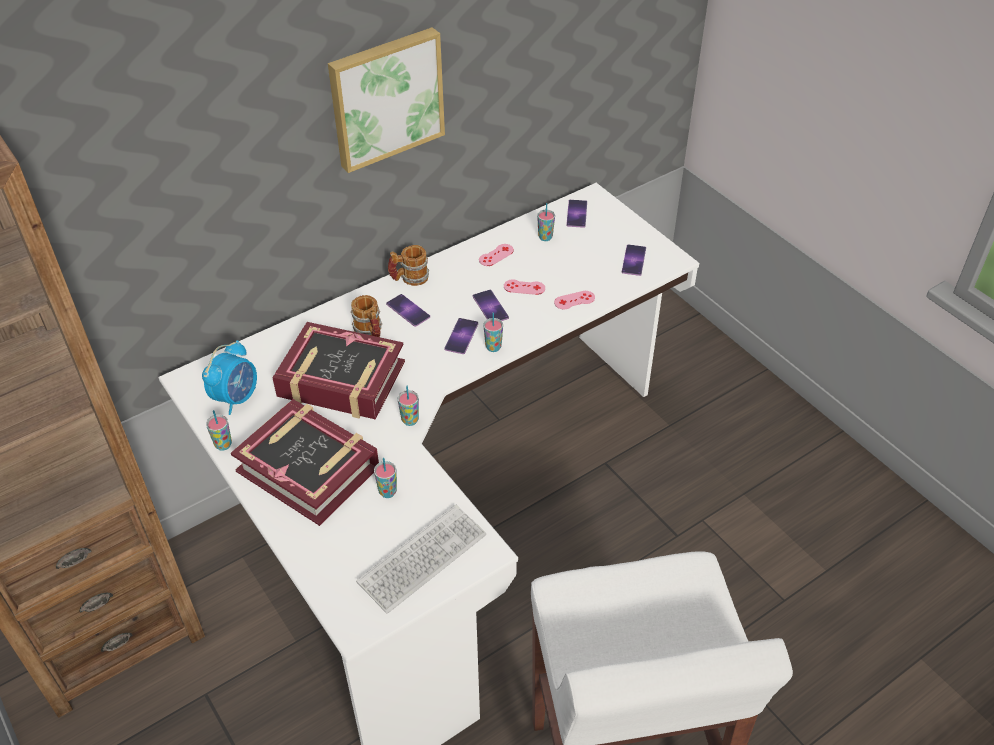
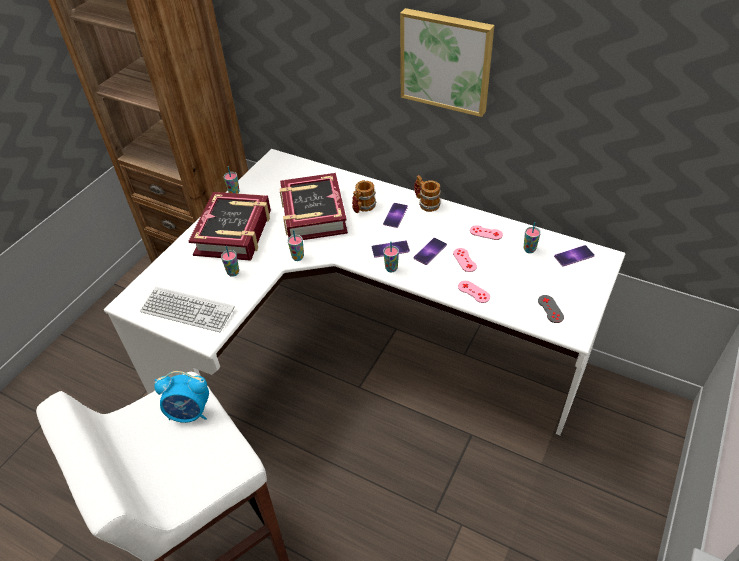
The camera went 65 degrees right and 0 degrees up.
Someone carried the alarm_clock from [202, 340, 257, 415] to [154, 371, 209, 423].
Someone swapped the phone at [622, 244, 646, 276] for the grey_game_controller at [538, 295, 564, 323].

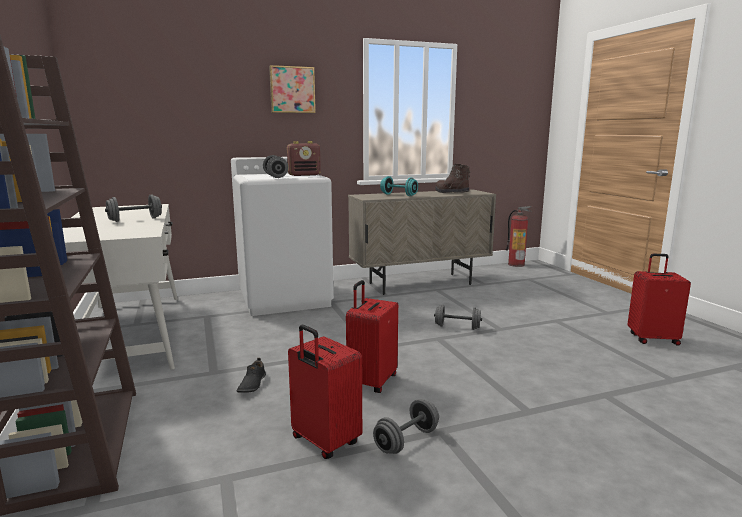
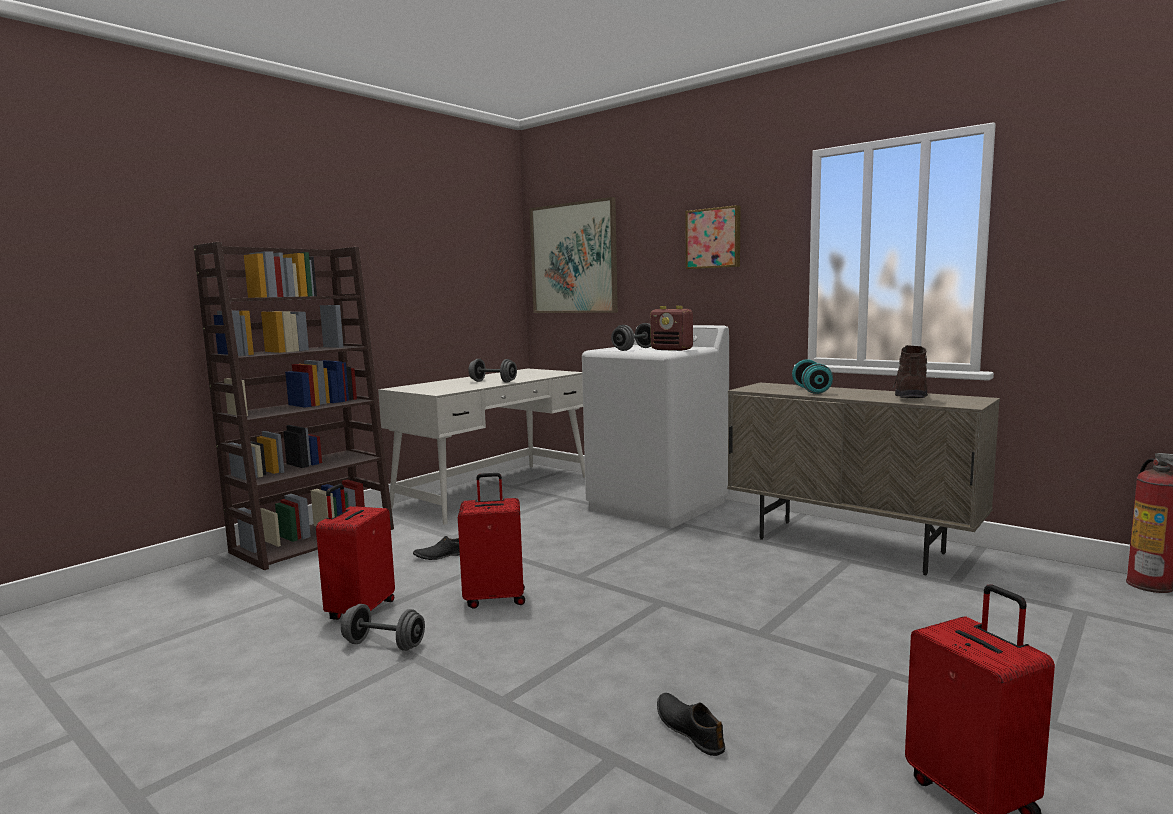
The camera went 60 degrees right and 5 degrees down.
Someone took away the grey_dumbbell at [434, 305, 482, 330].
Someone put up the picture at [529, 197, 618, 313].
Someone put down the black_shoe at [657, 693, 725, 756].

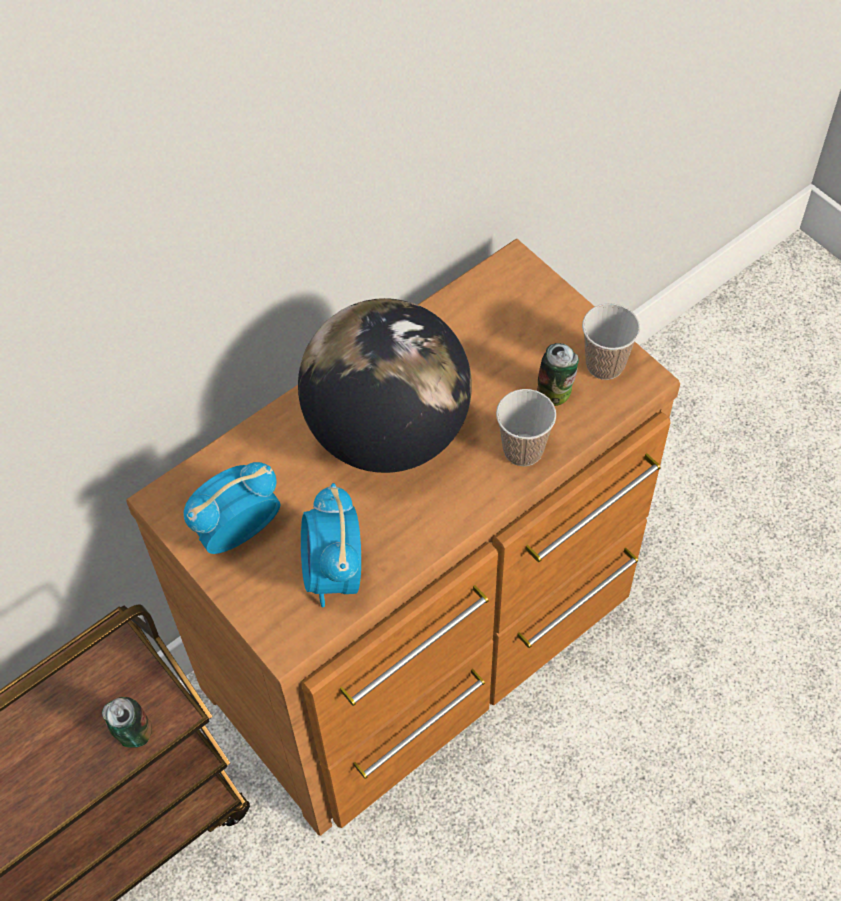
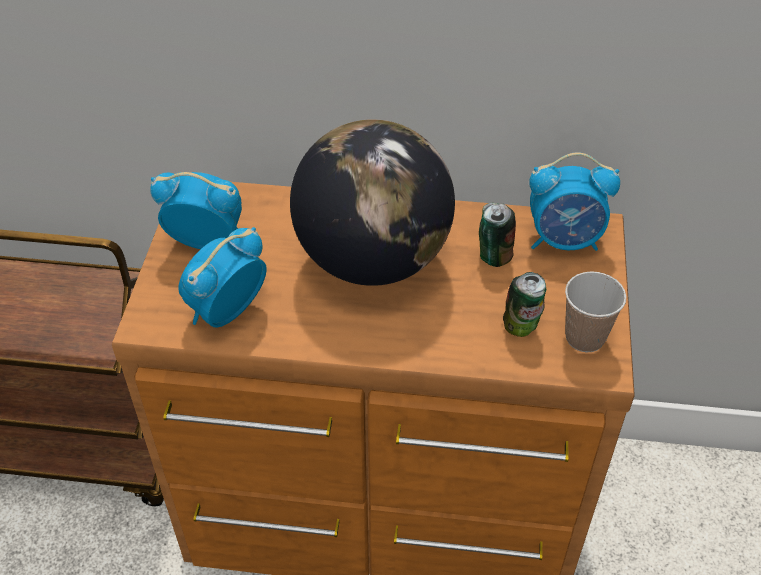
The camera went 45 degrees right and 10 degrees down.
Someone carried the can from [102, 697, 152, 747] to [479, 203, 516, 267].
Someone took away the cup at [496, 389, 556, 467].
Someone put down the alarm_clock at [529, 152, 620, 251].

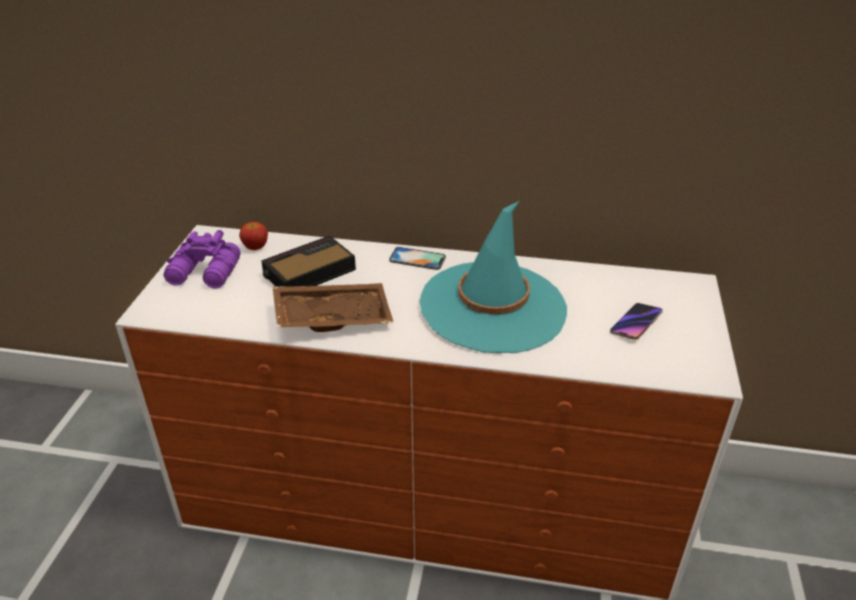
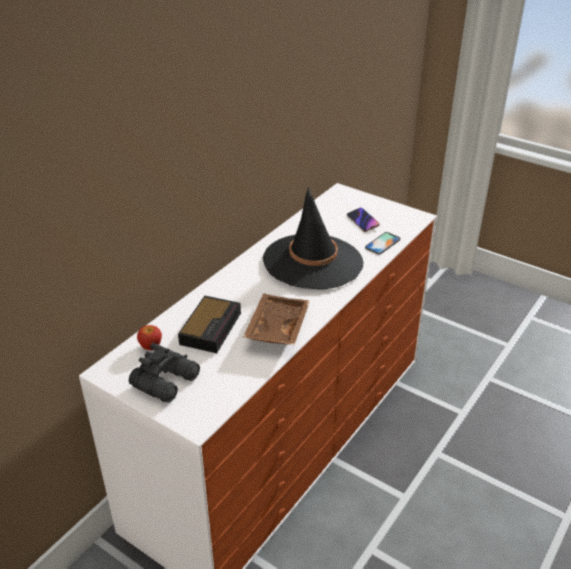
The camera went 65 degrees left and 0 degrees up.
Someone repainted the purple_binoculars at [164, 230, 241, 289], which became the black_binoculars at [129, 343, 200, 403].
Someone rotated the alarm_clock at [261, 236, 356, 286] by 150 degrees counterclockwise.
Someone carried the phone from [389, 247, 446, 270] to [365, 232, 401, 255].
Someone repainted the turquoise_hat at [419, 201, 567, 353], which became the black_hat at [263, 186, 364, 289].

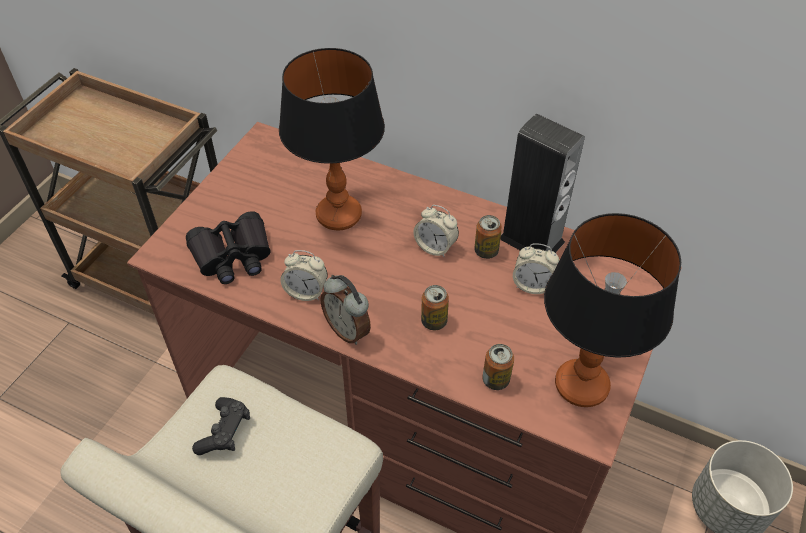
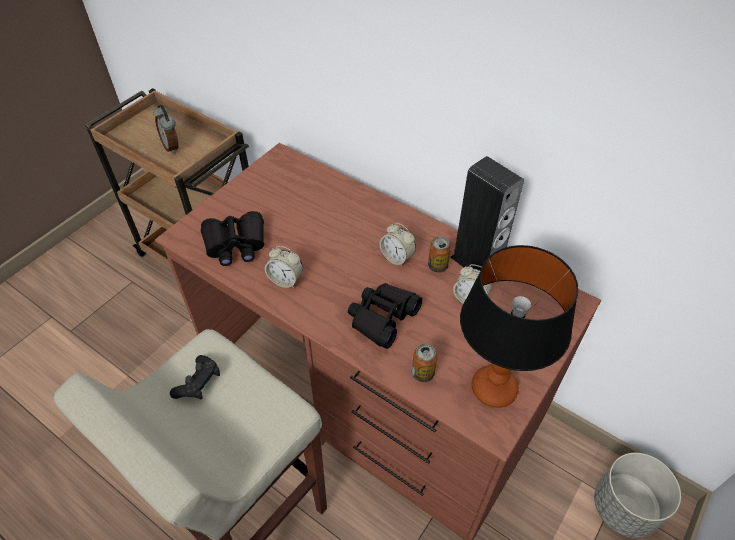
The camera went 10 degrees right and 0 degrees up.
Someone took away the table_lamp at [279, 48, 385, 231].
Someone carried the alarm_clock from [320, 275, 371, 345] to [153, 105, 179, 154].
Someone swapped the can at [421, 285, 449, 330] for the black_binoculars at [348, 283, 422, 349].

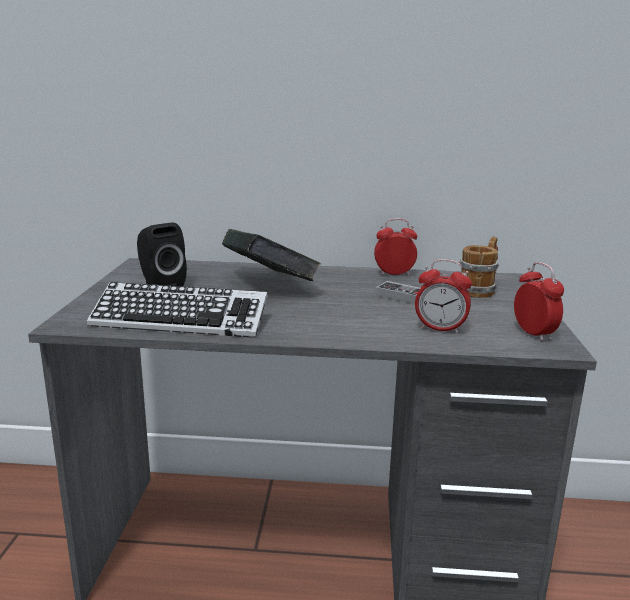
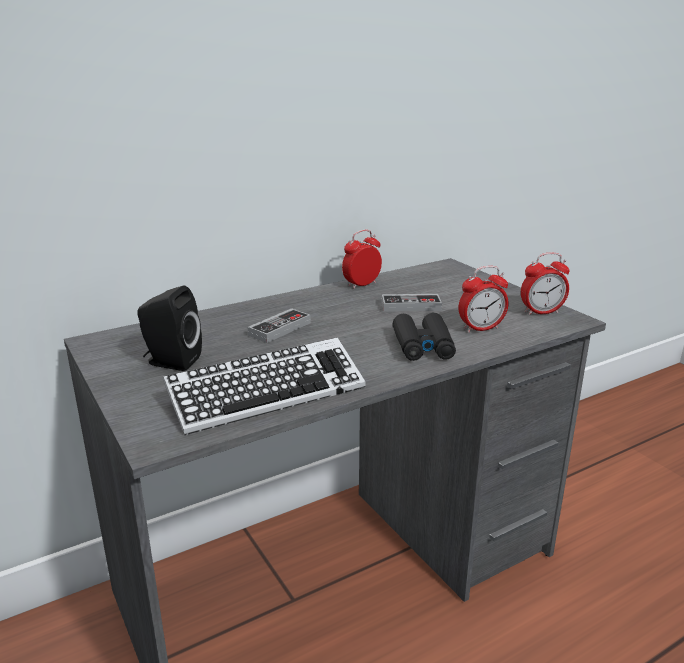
The camera went 35 degrees left and 5 degrees up.
Someone swapped the book at [222, 229, 321, 281] for the game_controller at [248, 308, 311, 343].
Someone took away the mug at [459, 237, 499, 298].
Someone rotated the alarm_clock at [514, 262, 564, 341] by 135 degrees clockwise.
Someone put down the black_binoculars at [393, 313, 456, 361].

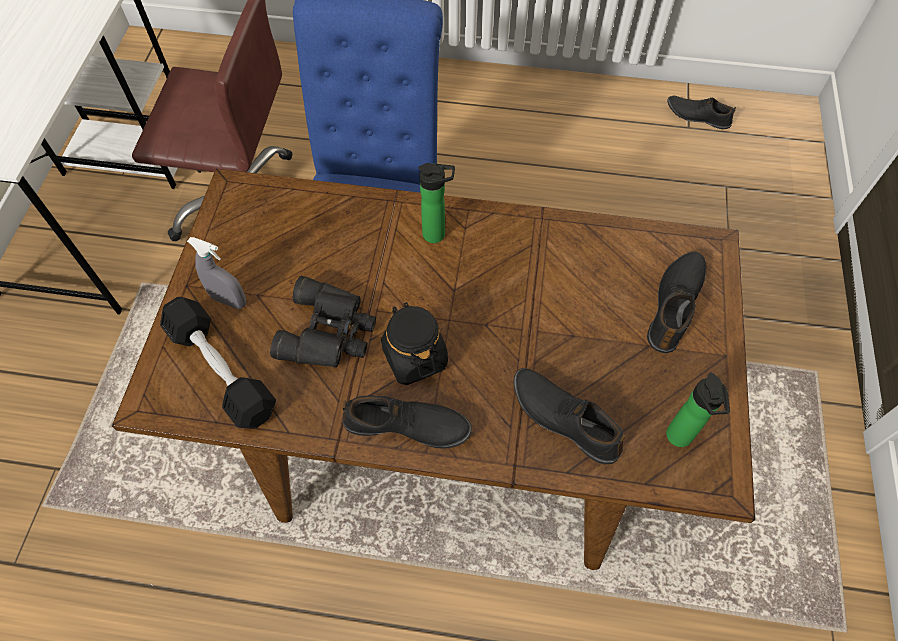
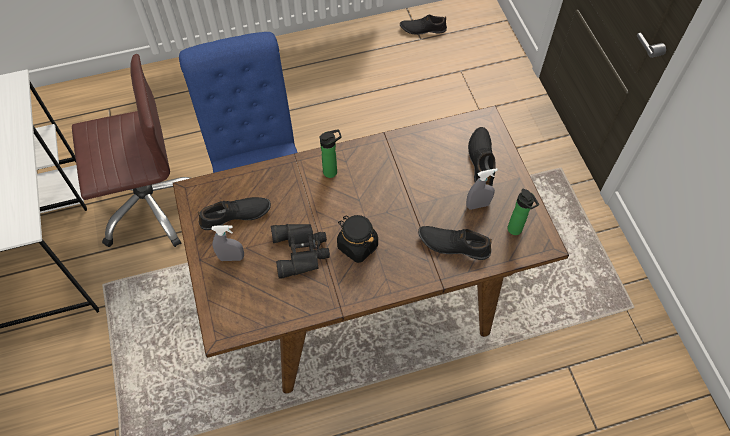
The camera went 25 degrees left and 0 degrees up.
Someone took away the black_dumbbell at [160, 297, 276, 429].
Someone carried the black_shoe from [342, 396, 472, 449] to [198, 197, 271, 230].
Someone put down the grey_spray_bottle at [466, 168, 498, 210].

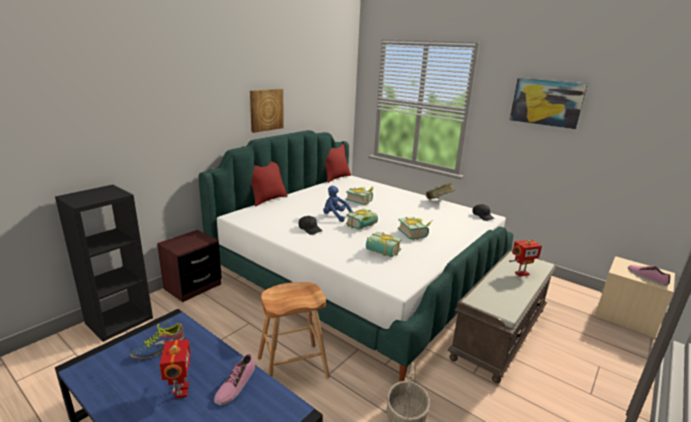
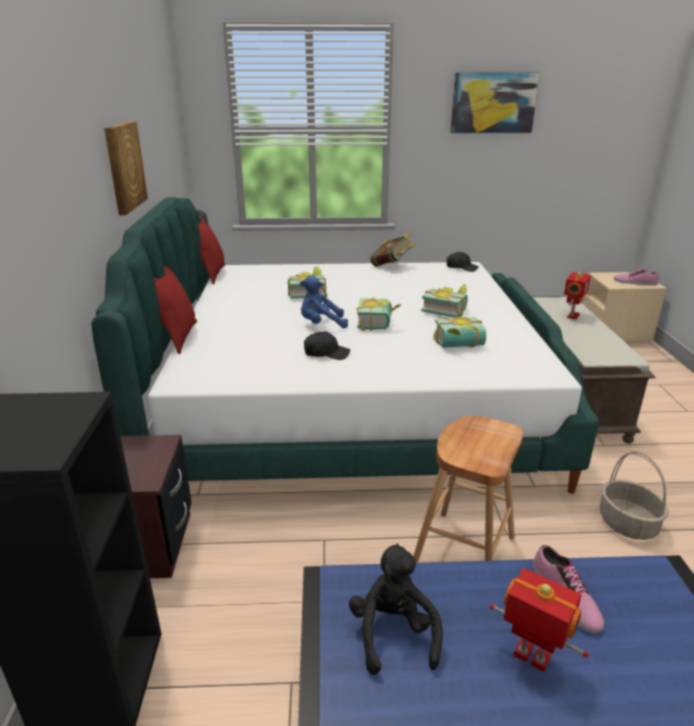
The camera went 40 degrees left and 5 degrees up.
Someone swapped the shoe at [130, 320, 184, 359] for the black_plush_toy at [349, 544, 443, 675].

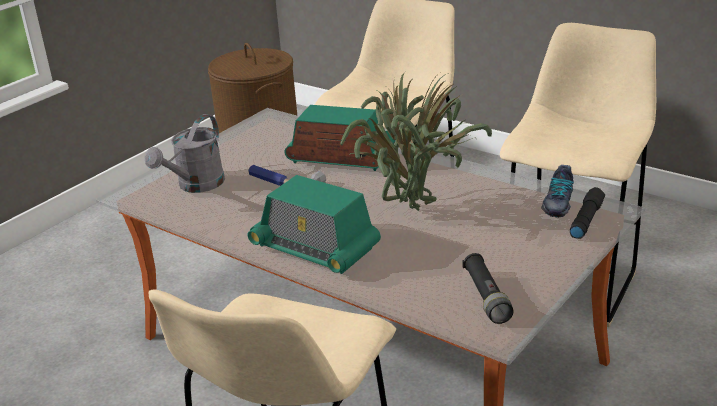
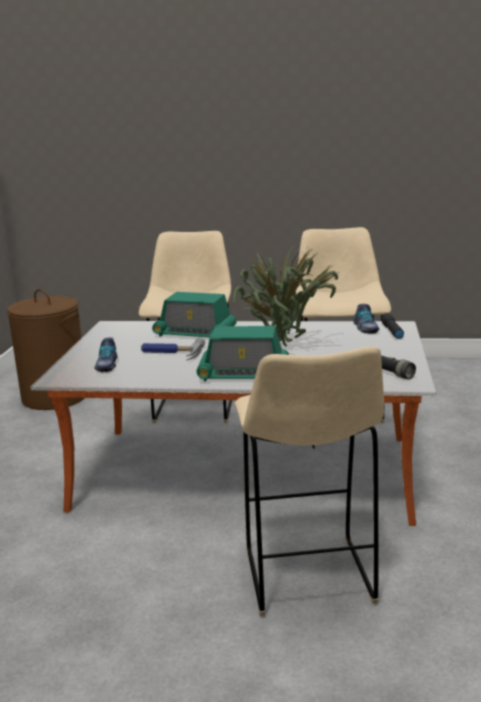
The camera went 30 degrees left and 10 degrees down.
Someone swapped the grey_watering_can at [144, 114, 225, 193] for the shoe at [94, 337, 118, 372].
Someone rotated the radio at [285, 105, 395, 171] by 150 degrees counterclockwise.

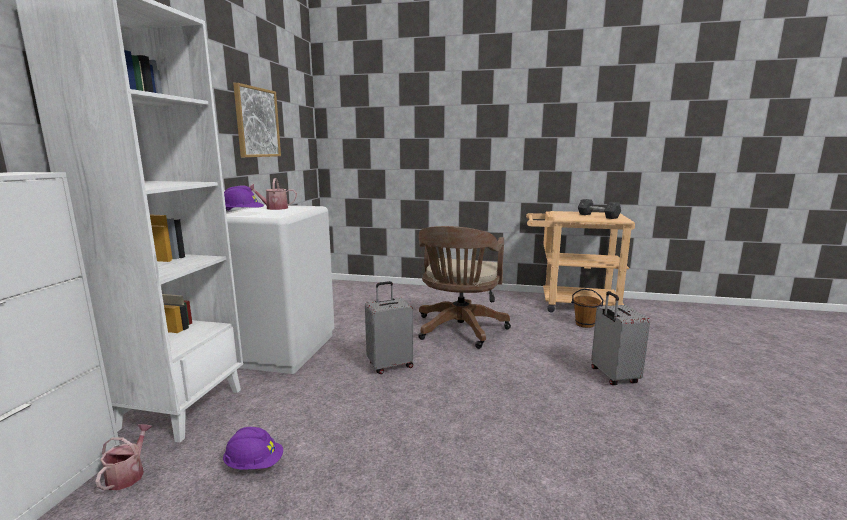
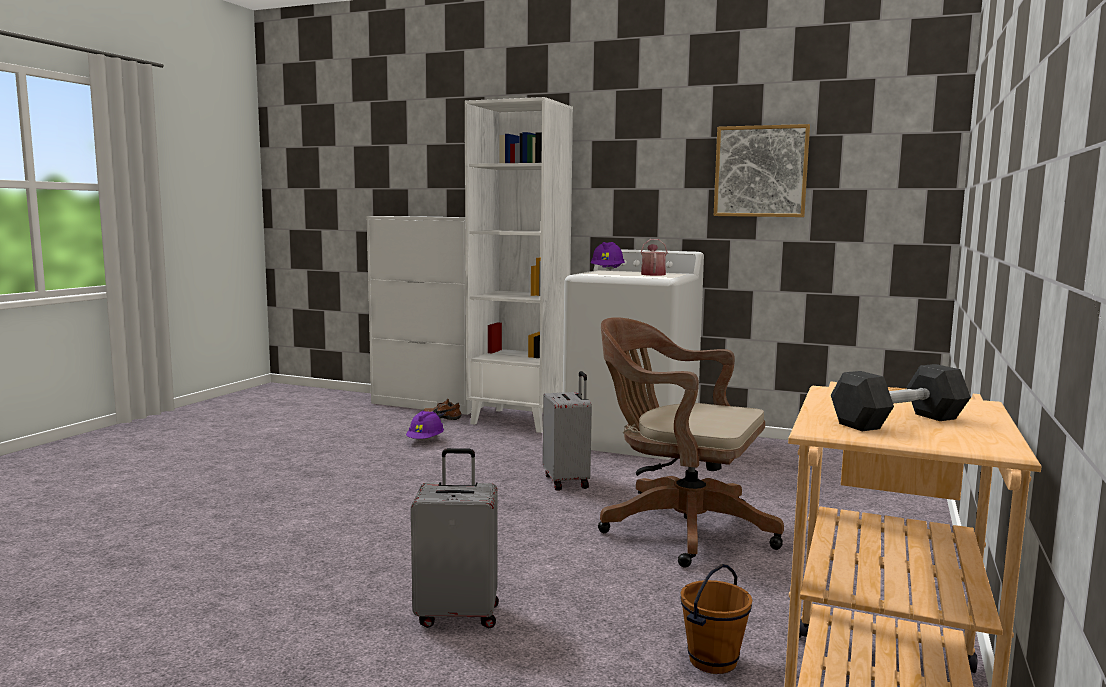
The camera went 100 degrees right and 5 degrees down.
Someone swapped the watering_can at [96, 424, 152, 490] for the brown_shoe at [424, 399, 462, 420].

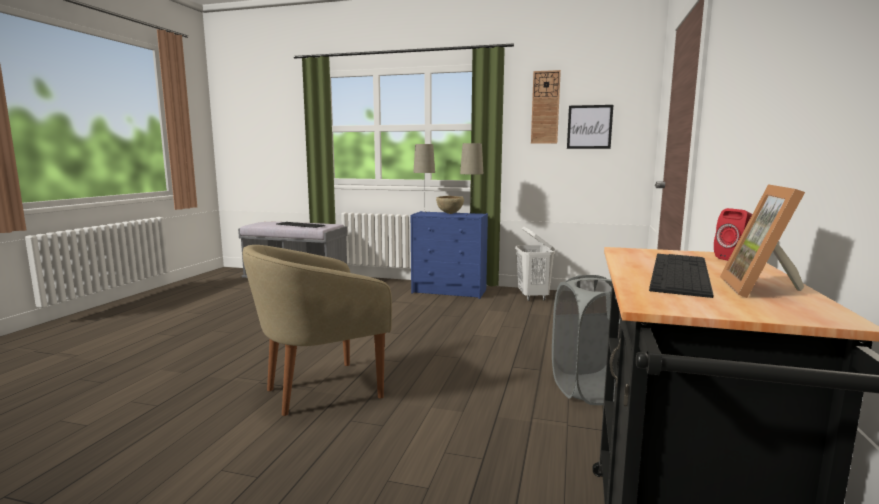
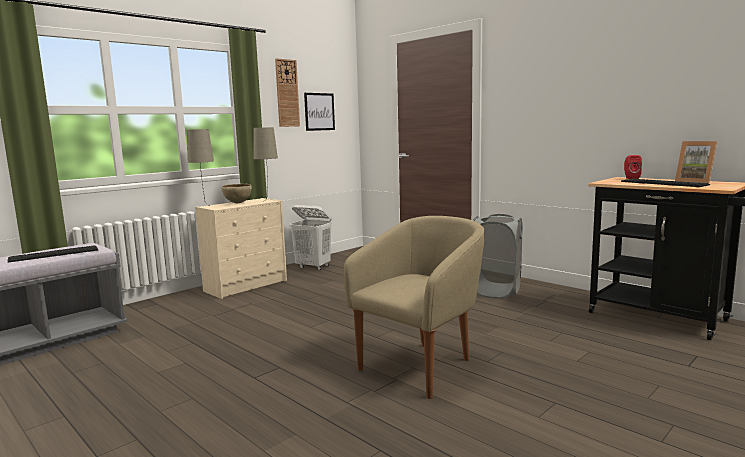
The camera went 60 degrees left and 0 degrees up.
Someone rotated the beige_armchair at [243, 245, 392, 416] by 135 degrees counterclockwise.
Someone repainted the blue_dresser at [411, 211, 488, 299], which became the beige_dresser at [195, 198, 287, 299].

